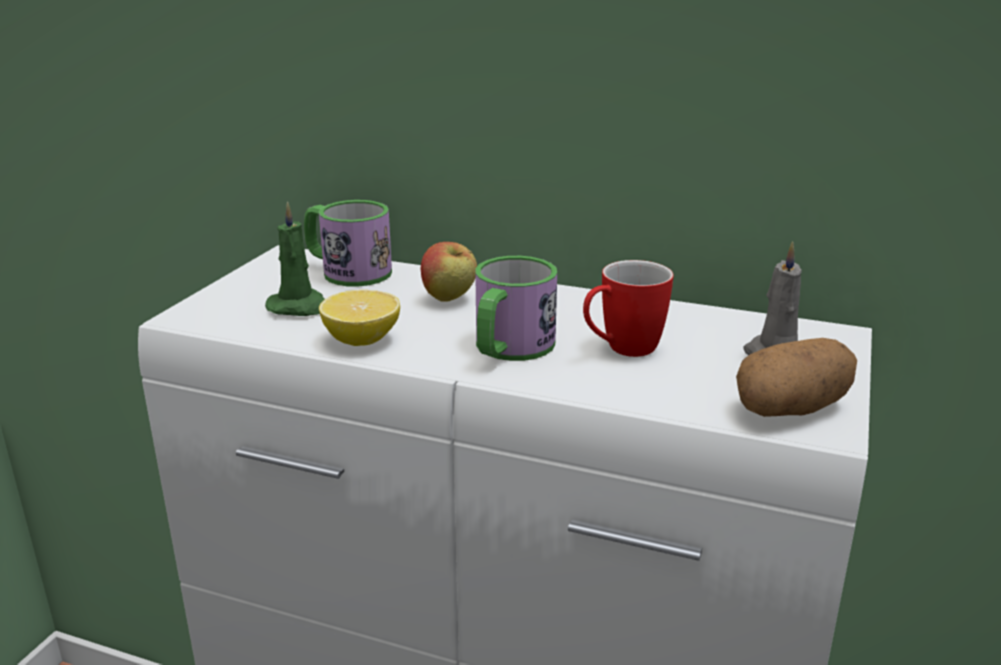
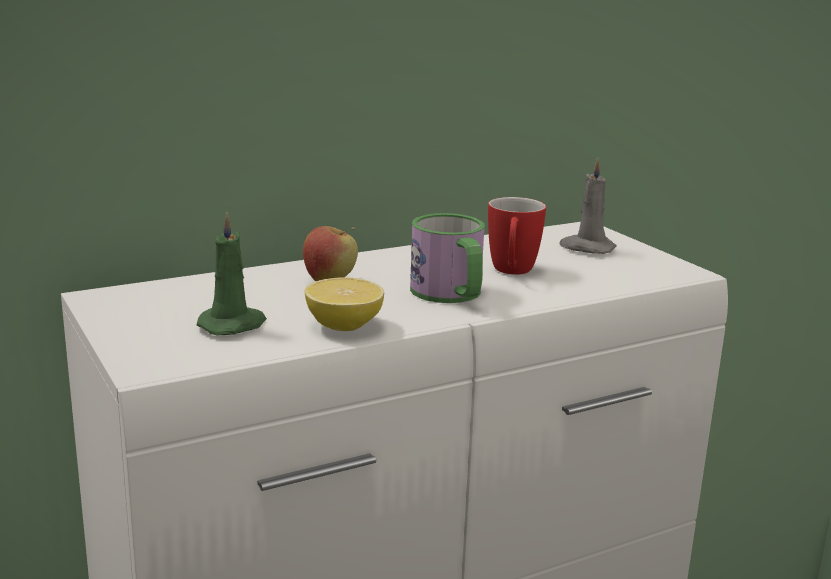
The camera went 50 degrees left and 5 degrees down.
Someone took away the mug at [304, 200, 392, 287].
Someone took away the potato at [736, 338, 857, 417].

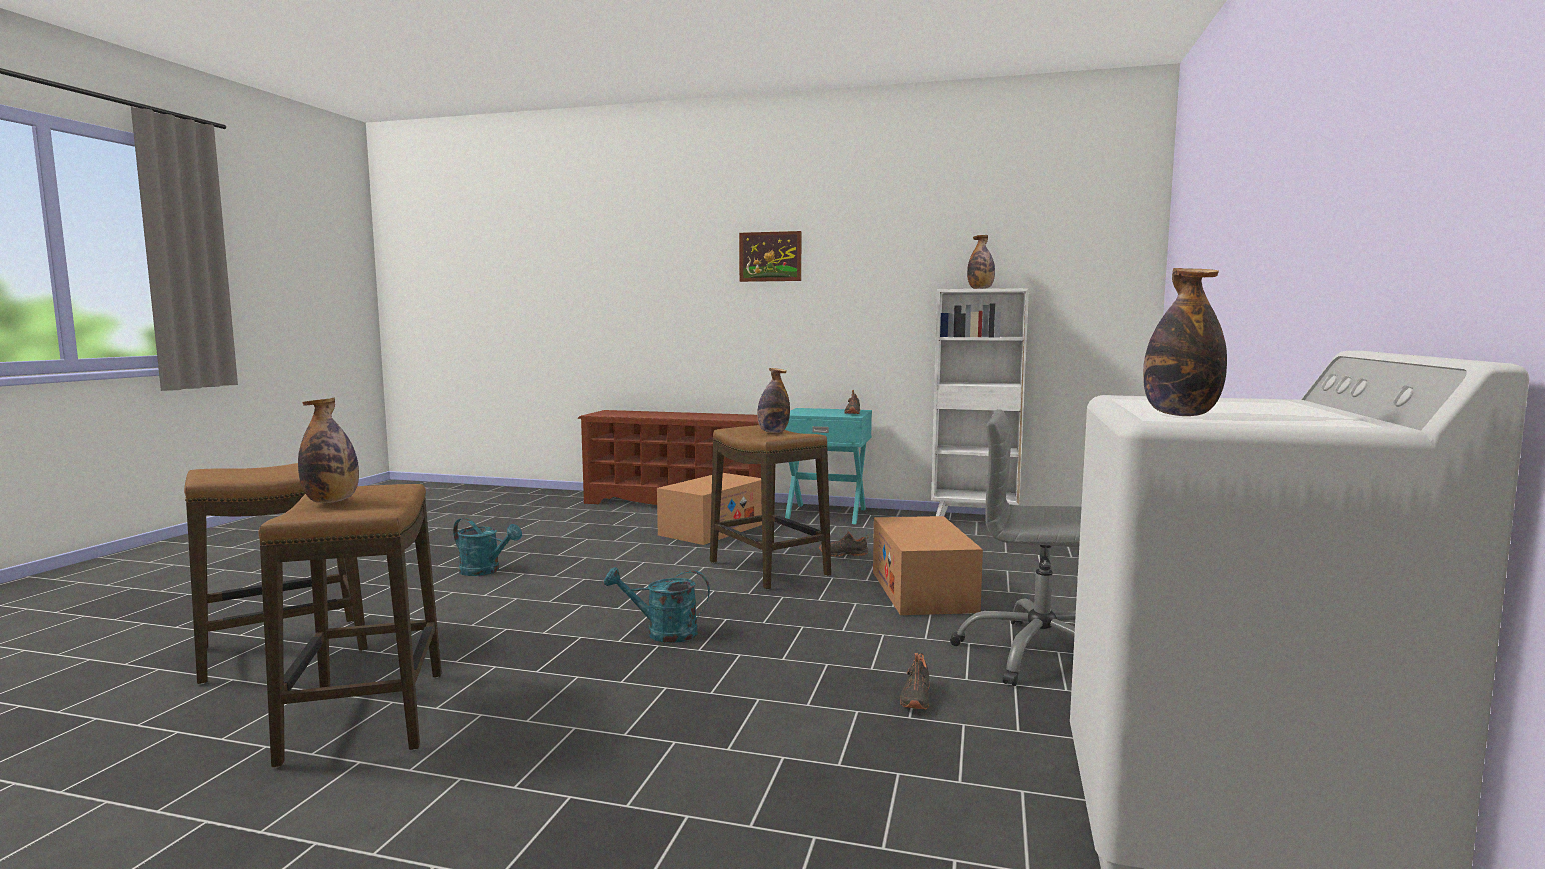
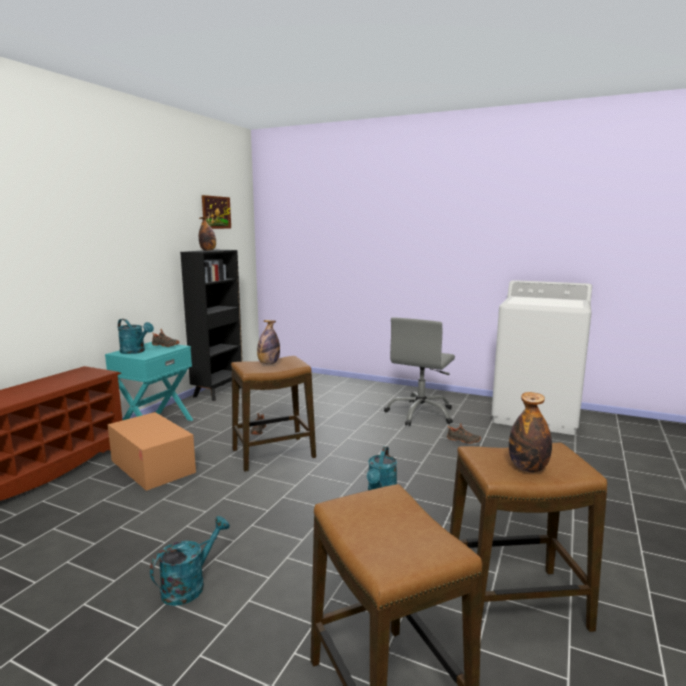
The camera went 80 degrees left and 5 degrees up.
Someone carried the picture from [739, 231, 801, 282] to [202, 195, 231, 229].
Someone took away the cardboard_box at [873, 516, 983, 615].
Someone repainted the white_bookcase at [931, 288, 1029, 516], which became the black_bookcase at [180, 250, 243, 401].
Someone took away the bottle at [1143, 268, 1227, 416].
Someone put down the turquoise_watering_can at [118, 319, 154, 354].

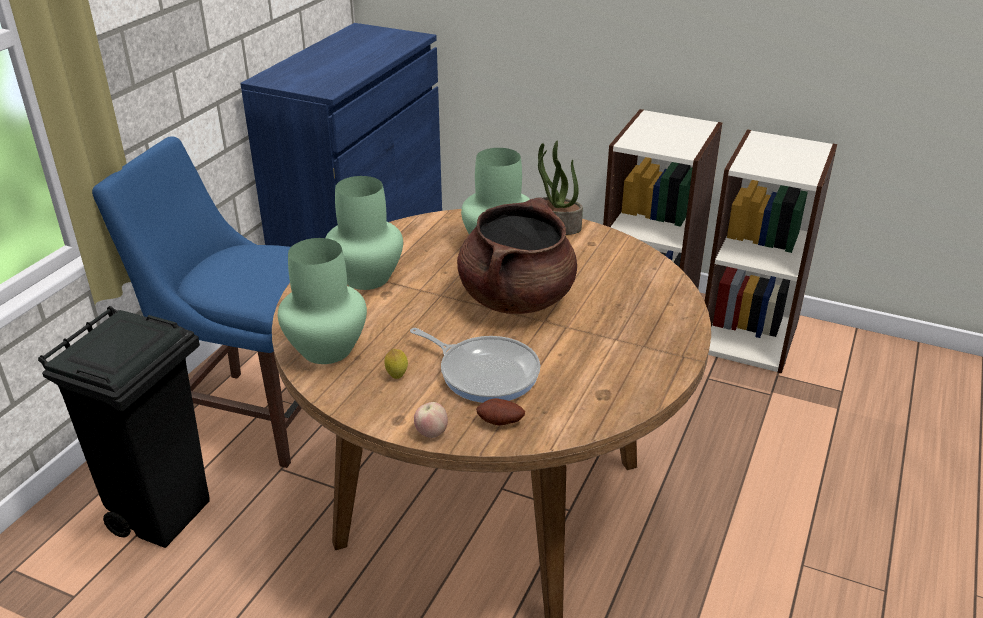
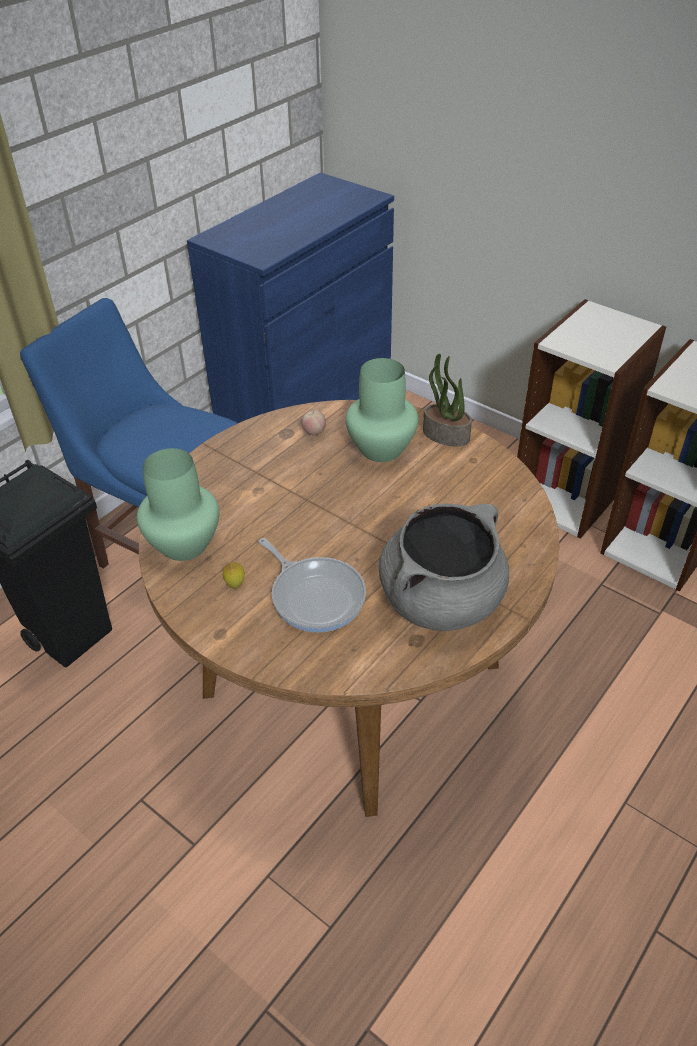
The camera went 15 degrees right and 10 degrees up.
Someone took away the green_vase at [326, 176, 403, 290].
Someone carried the apple from [414, 402, 448, 438] to [301, 410, 326, 436].
Someone took away the brown_cooking_pot at [457, 197, 577, 314].
Someone took away the potato at [476, 398, 525, 426].
Someone put down the grey_cooking_pot at [379, 503, 509, 631].

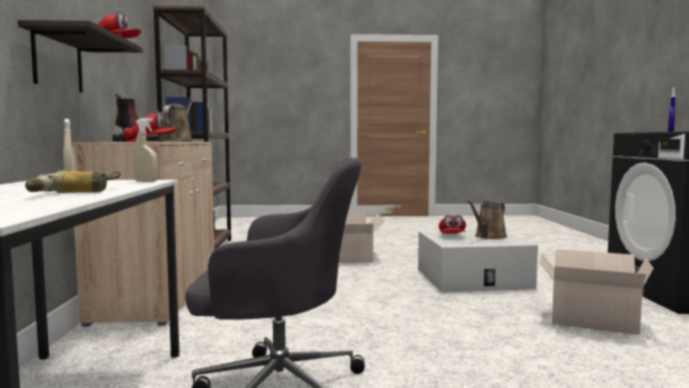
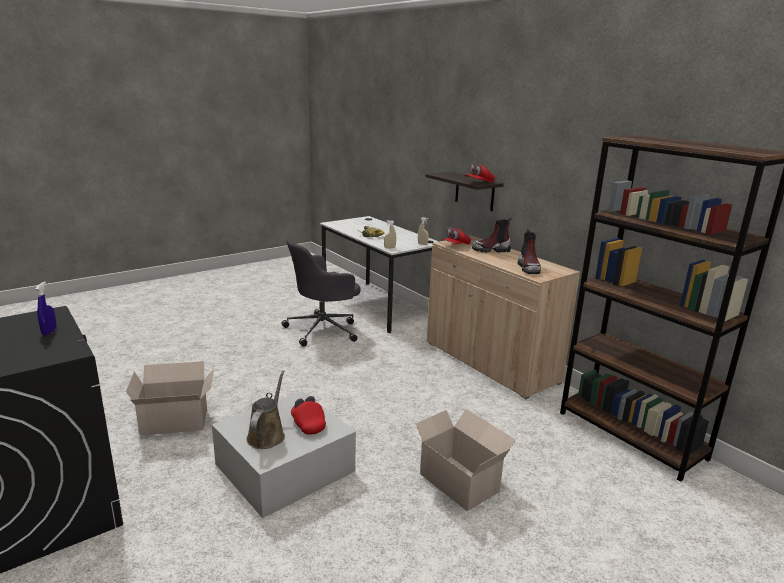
The camera went 145 degrees right and 15 degrees up.
Someone swapped the brown_watering_can at [159, 102, 193, 141] for the boot at [517, 228, 541, 274].

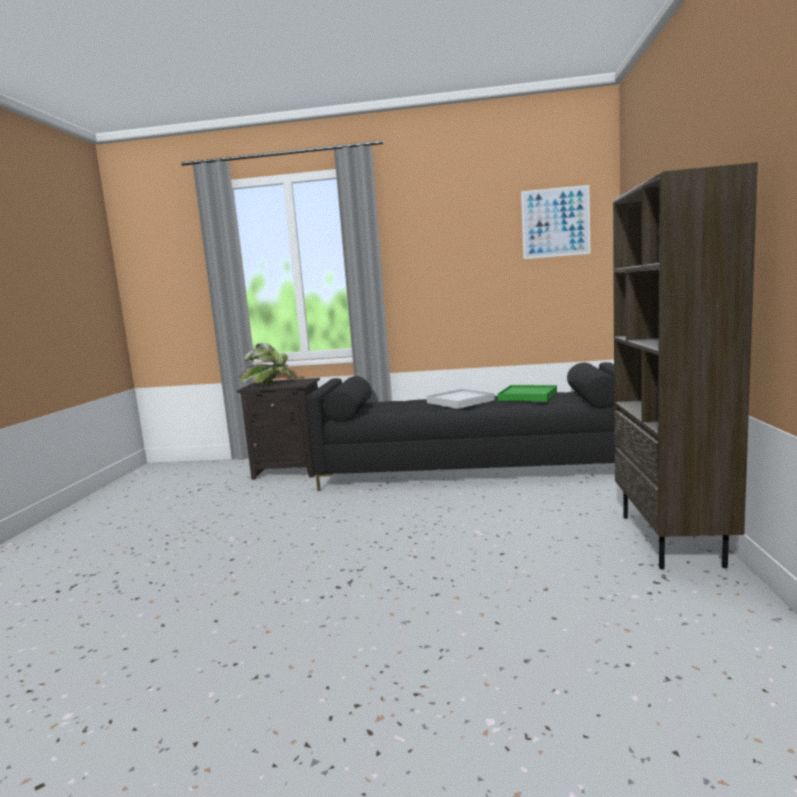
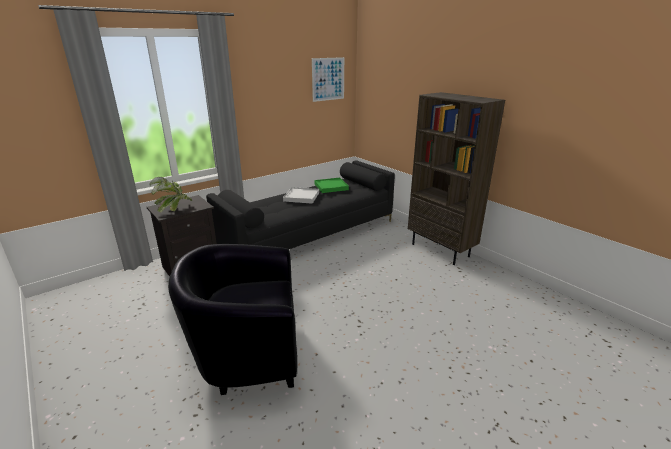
The camera went 45 degrees left and 15 degrees up.
Someone put down the black_armchair at [168, 244, 297, 395].

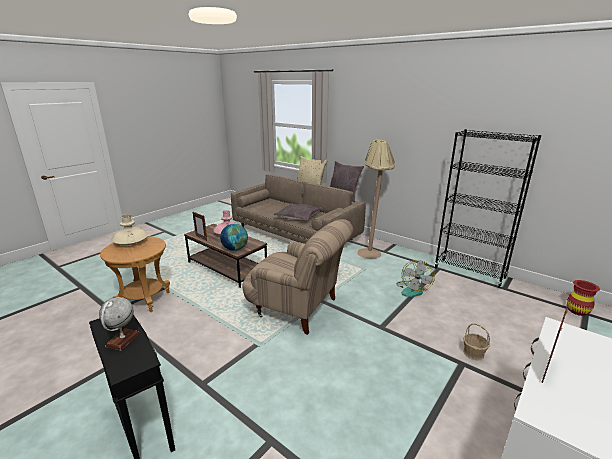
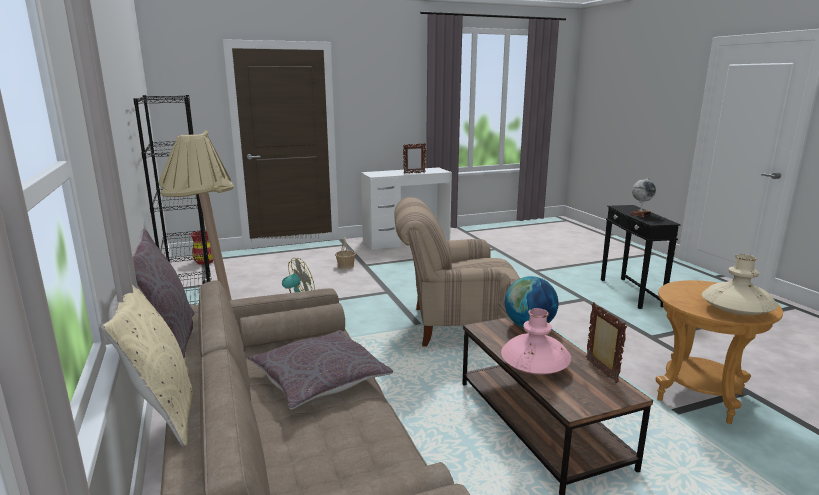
The camera went 150 degrees left and 5 degrees down.
Someone rotated the beige_armchair at [242, 219, 353, 335] by 60 degrees counterclockwise.

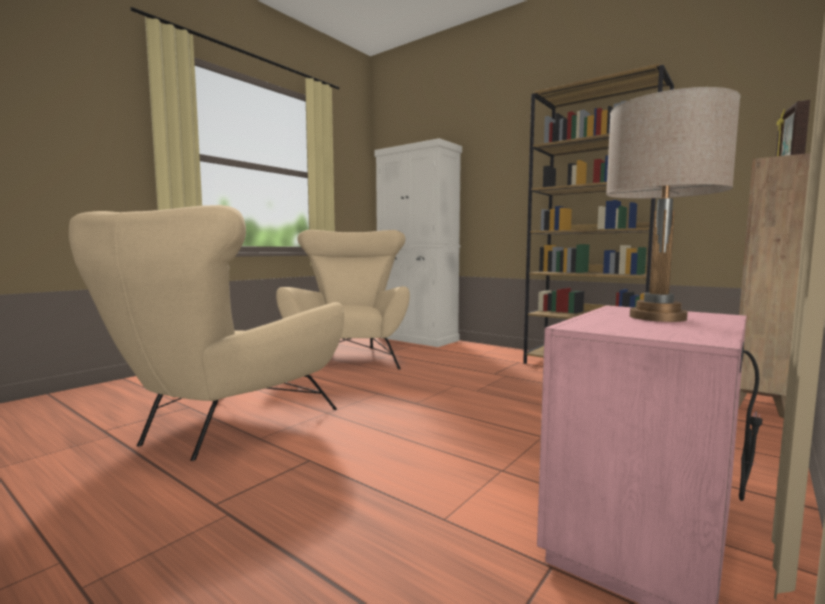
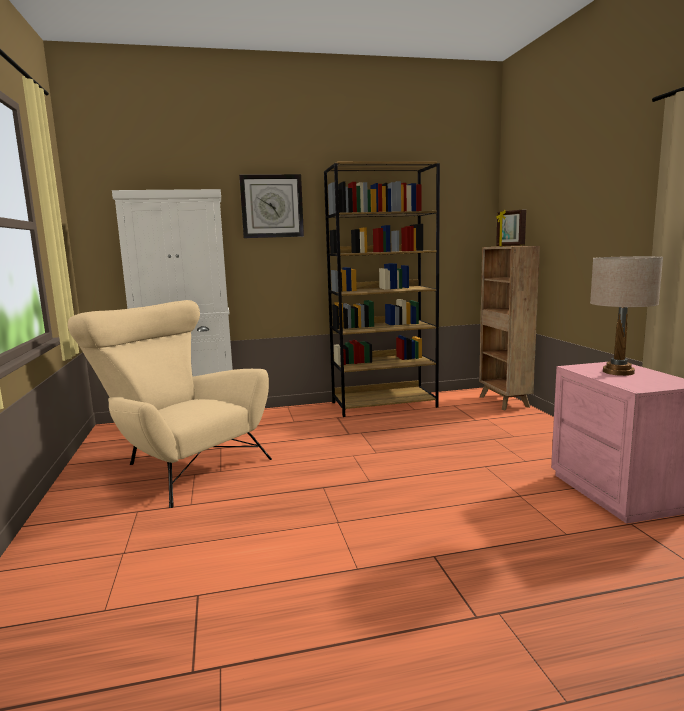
The camera went 50 degrees left and 5 degrees up.
Someone took away the beige_armchair at [69, 205, 344, 461].
Someone put up the wall_clock at [239, 174, 304, 238].

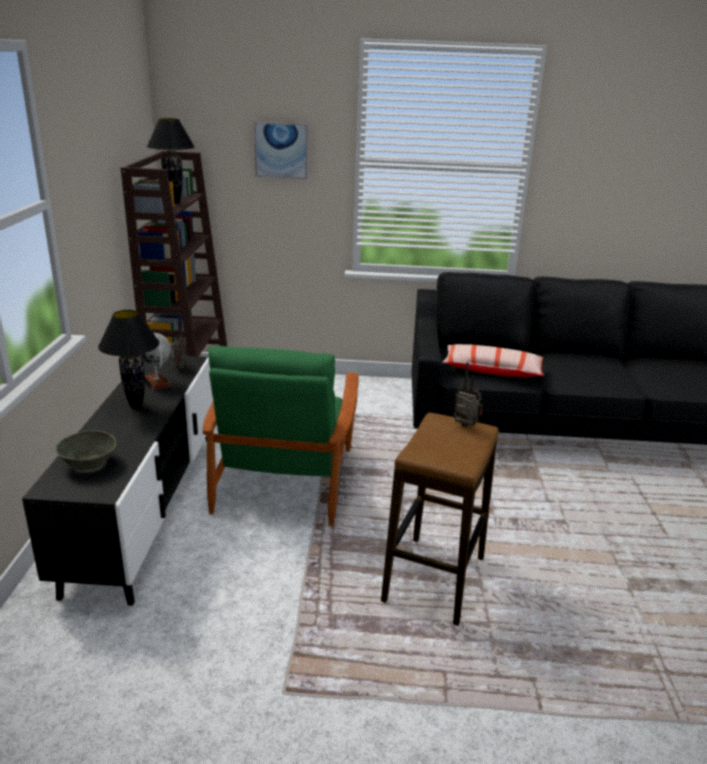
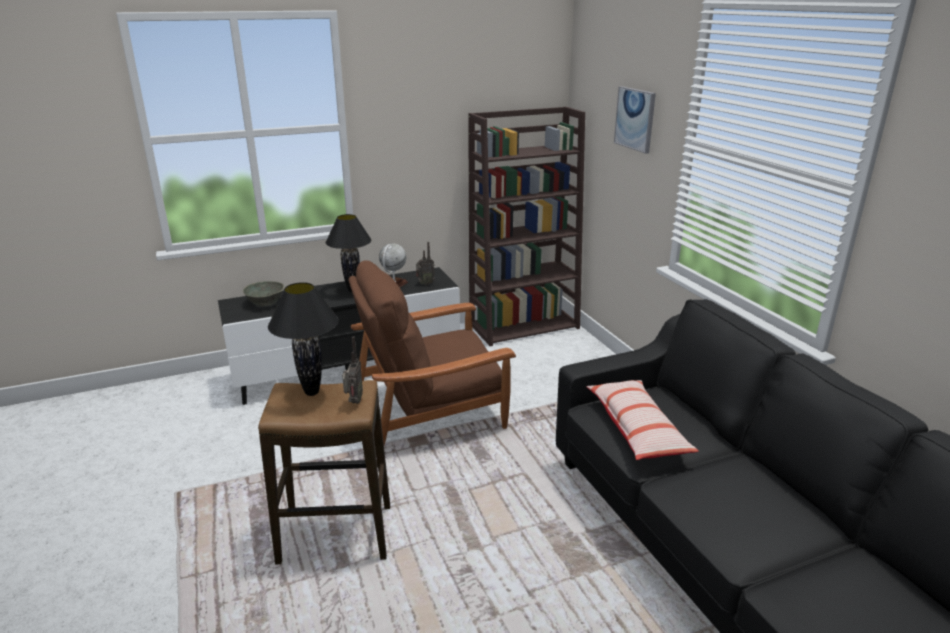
The camera went 65 degrees right and 0 degrees up.
Someone carried the black_table_lamp from [147, 118, 195, 203] to [268, 282, 339, 396].
Someone repainted the green_armchair at [203, 346, 359, 526], which became the brown_armchair at [348, 261, 516, 445].

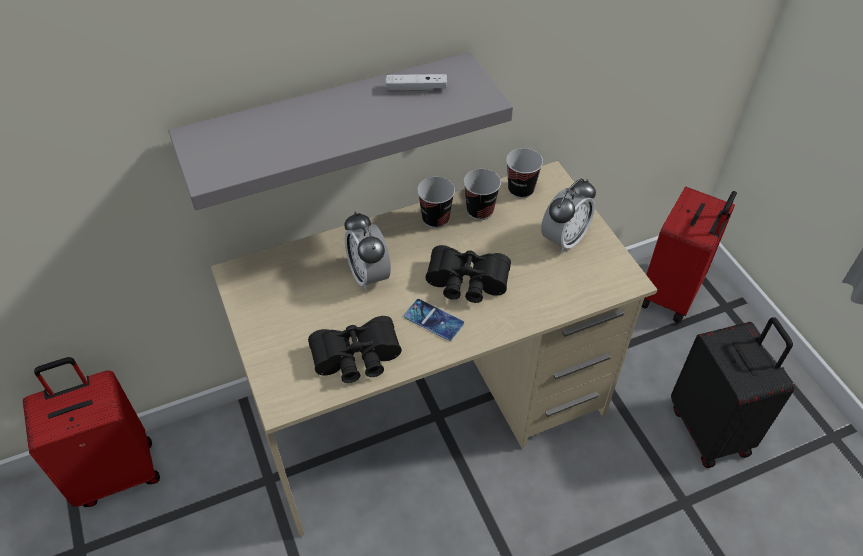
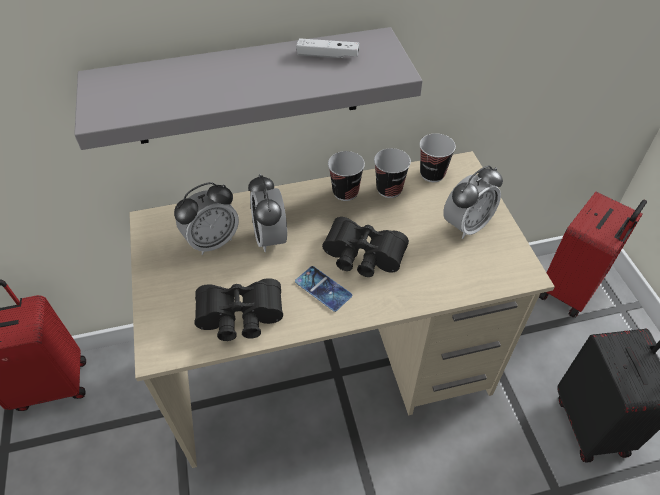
The camera went 10 degrees right and 0 degrees up.
Someone put down the alarm_clock at [174, 182, 239, 255].

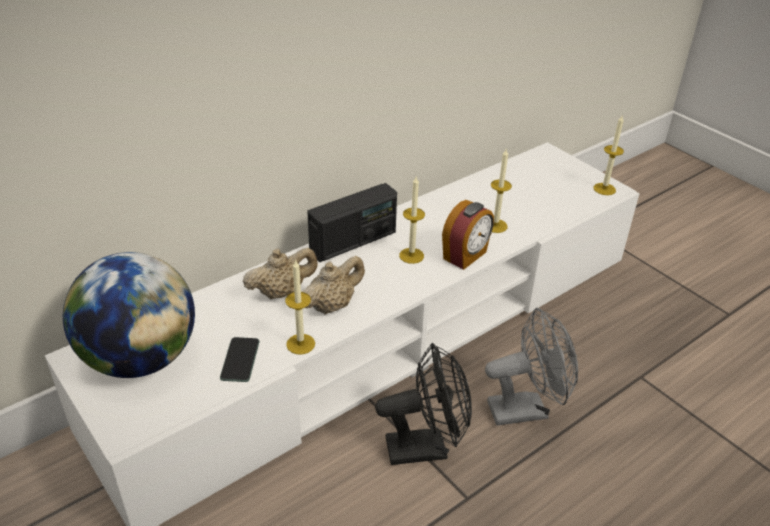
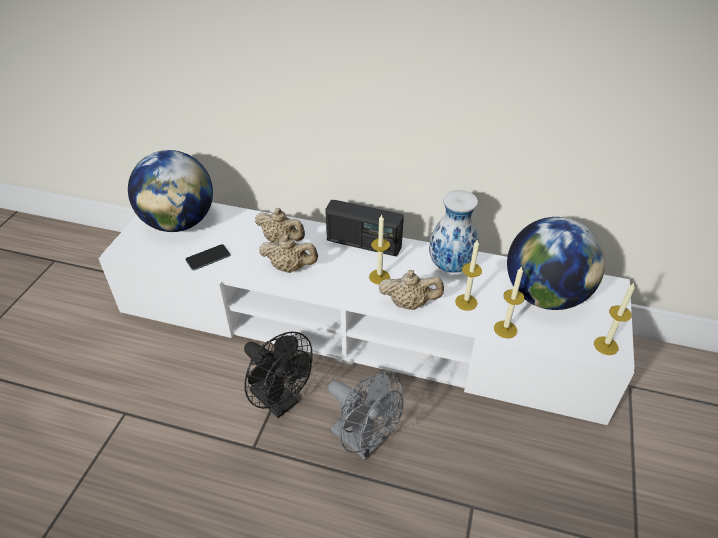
The camera went 55 degrees right and 5 degrees up.
Someone carried the candle from [285, 260, 315, 354] to [494, 266, 524, 339].
Someone swapped the alarm_clock at [442, 200, 494, 270] for the beige_teapot at [379, 270, 444, 310].
Someone put down the vase at [429, 190, 479, 273].
Someone put down the globe at [507, 217, 605, 310].

